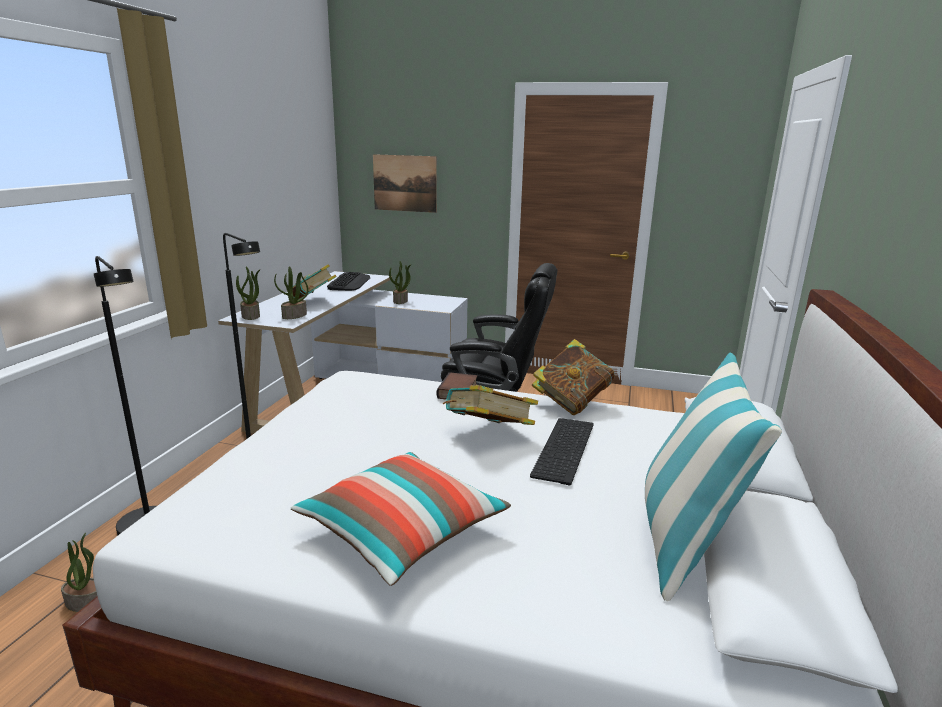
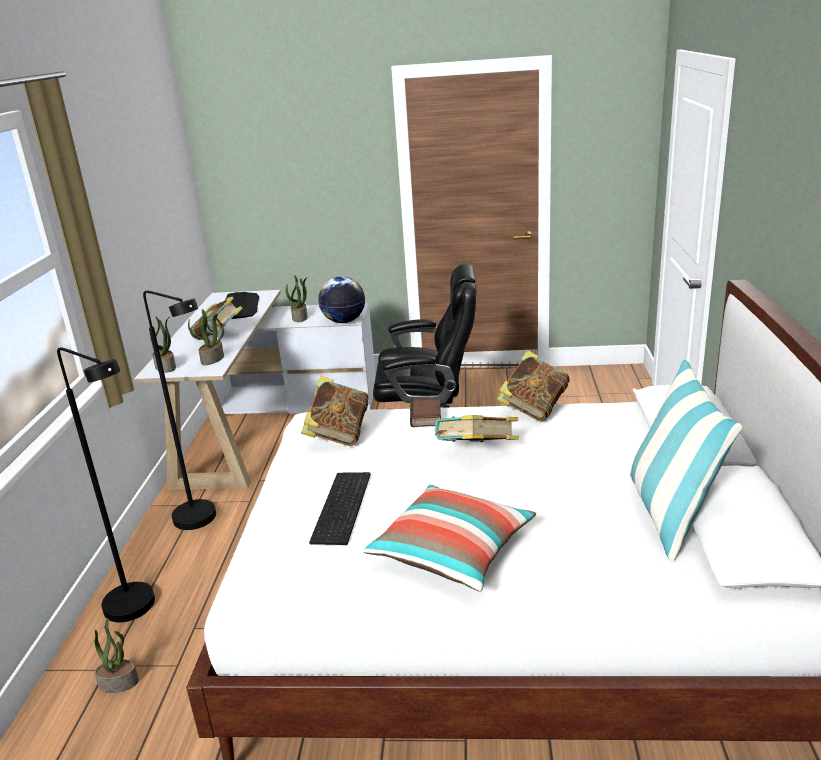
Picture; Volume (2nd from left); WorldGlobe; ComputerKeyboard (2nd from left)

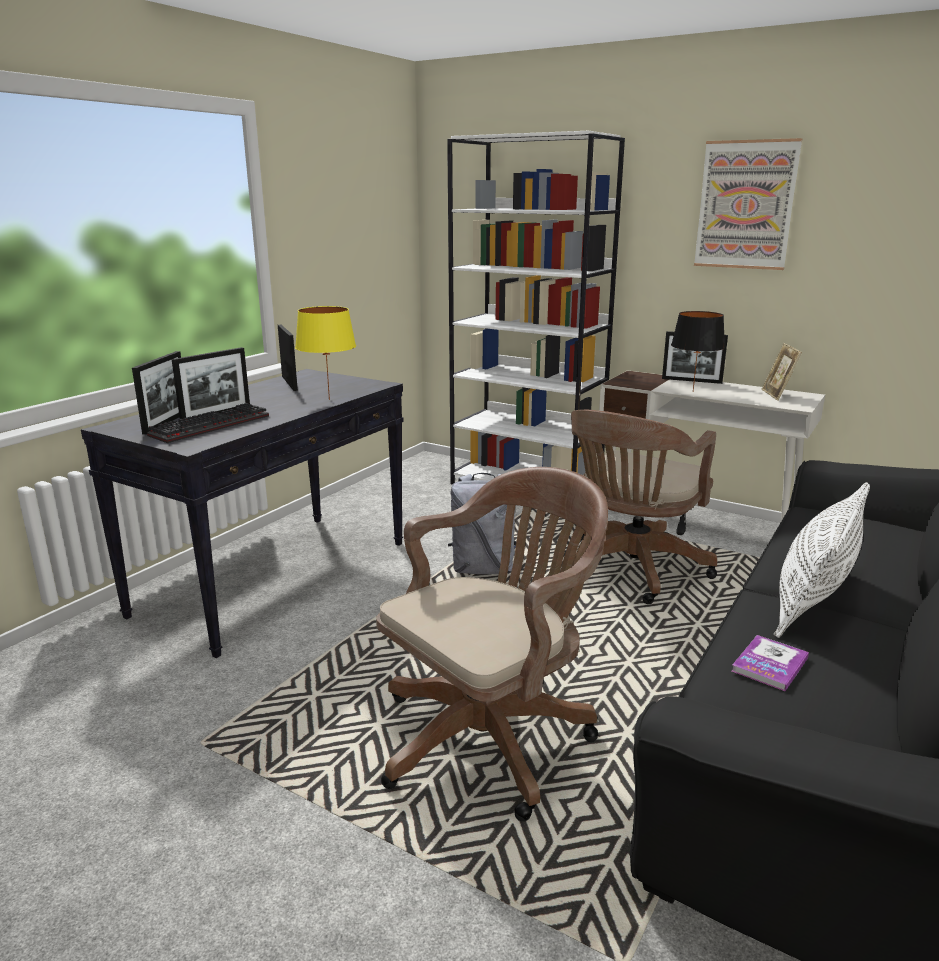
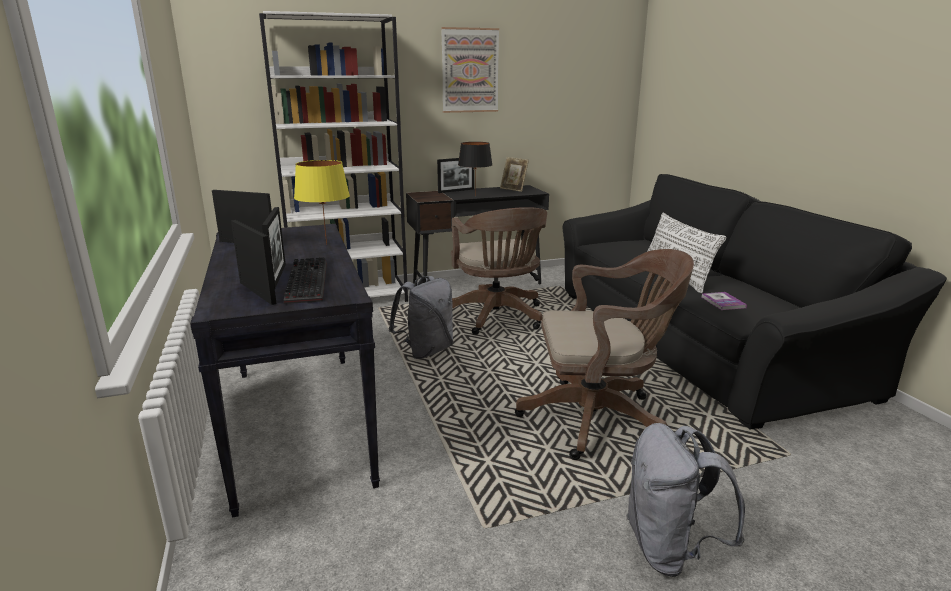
GrayKnapsack (2nd from left); BlackColouredDeskUnit; BrownColouredOfficeChair (2nd from left)

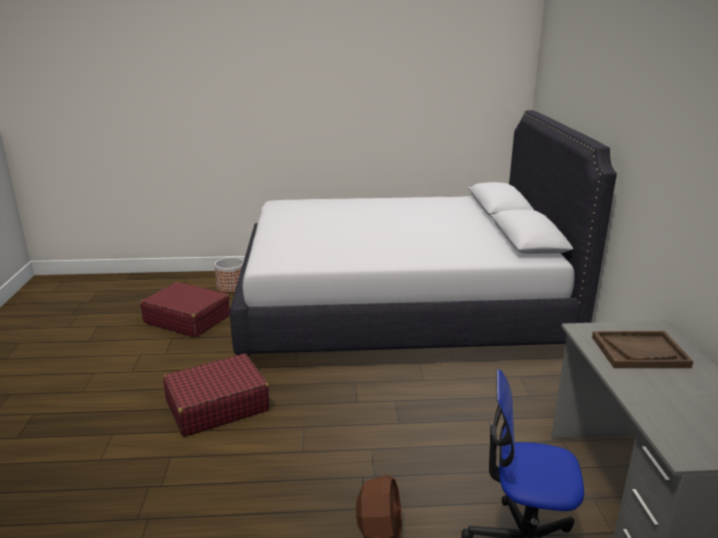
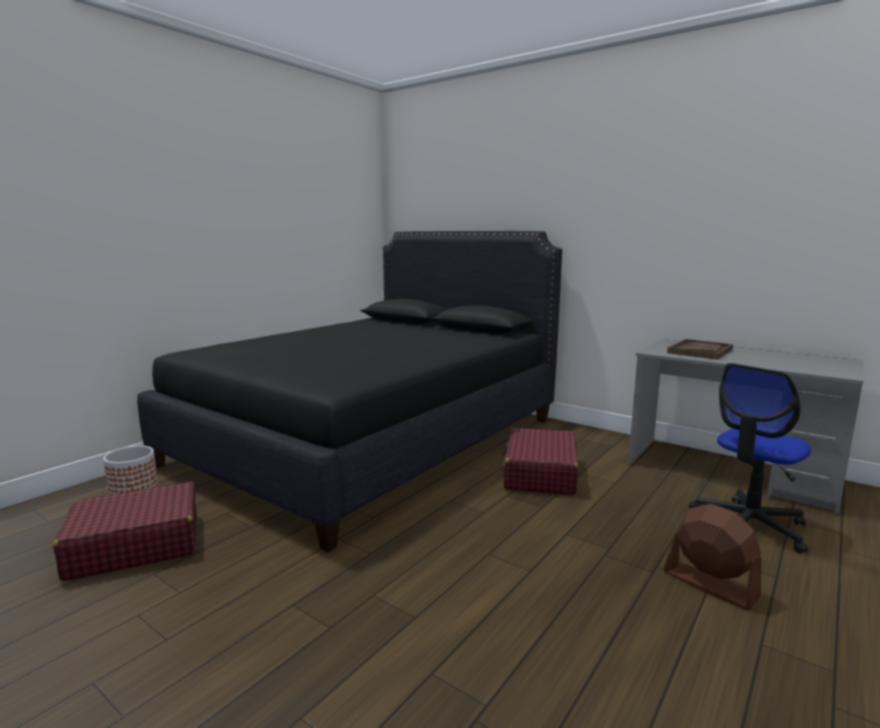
ReddishPieceOfLuggage (2nd from left); BlackColouredBedroomBed

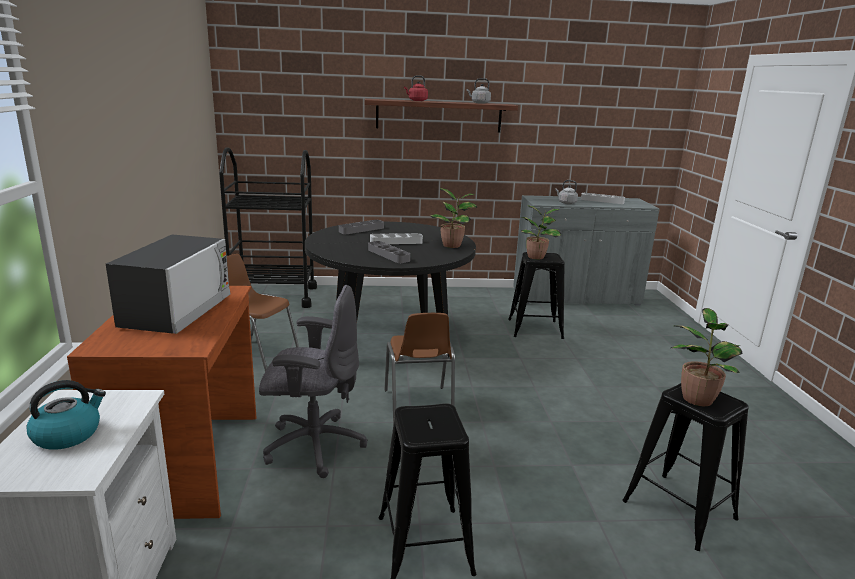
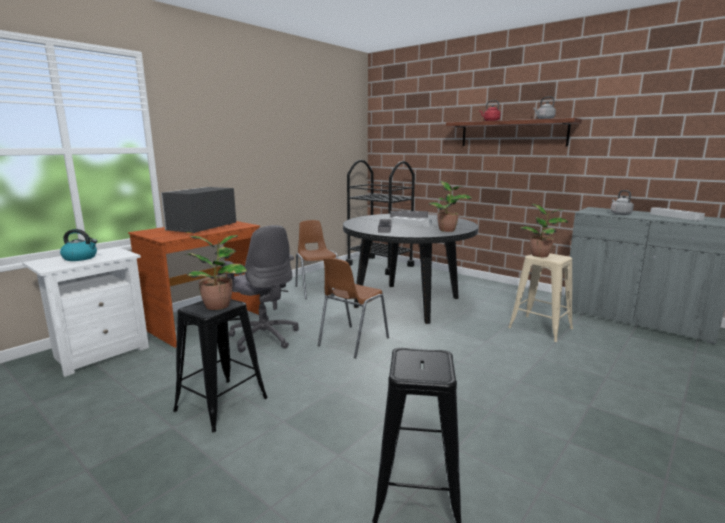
PottedPlant (1st from left); BeigeStoolSeat; KitchenMicrowave

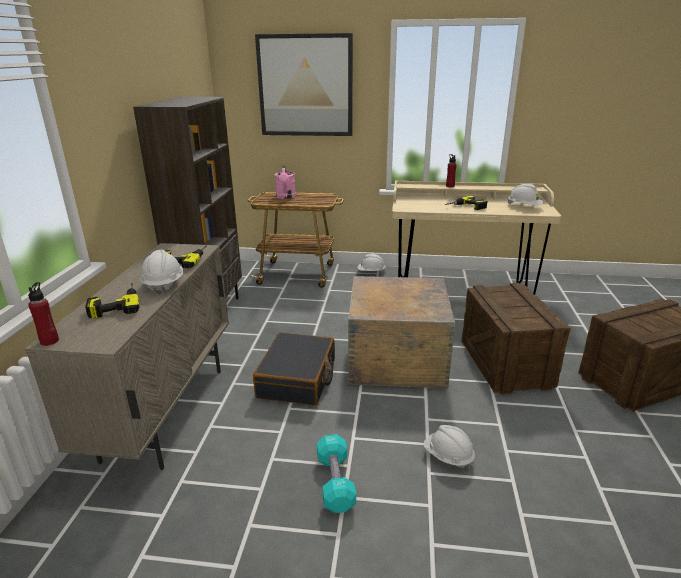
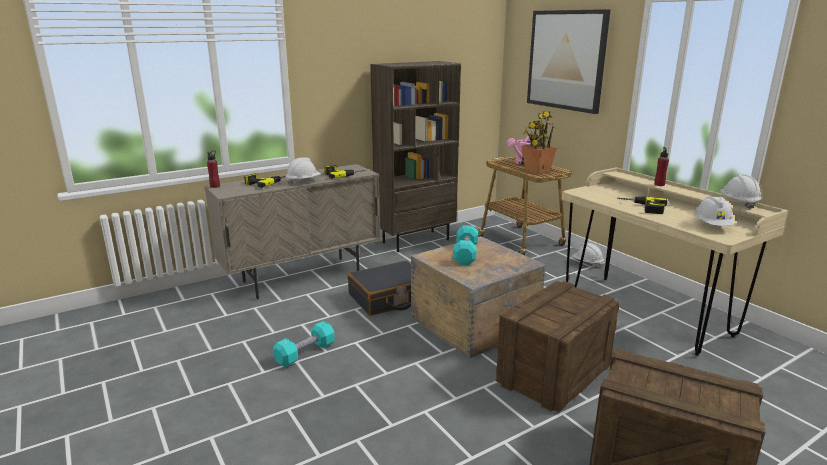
TurquoiseColouredDumbbell (2nd from left); PottedPlant; WhiteColouredSafetyHelmet (4th from left)

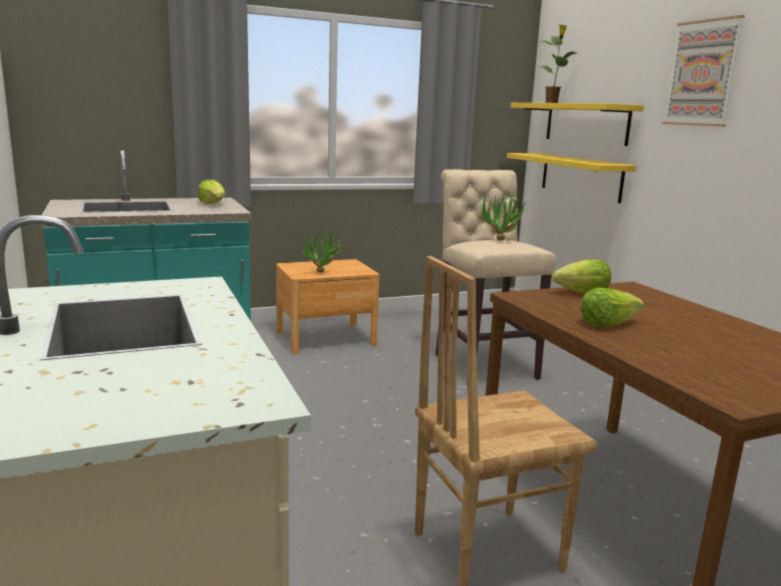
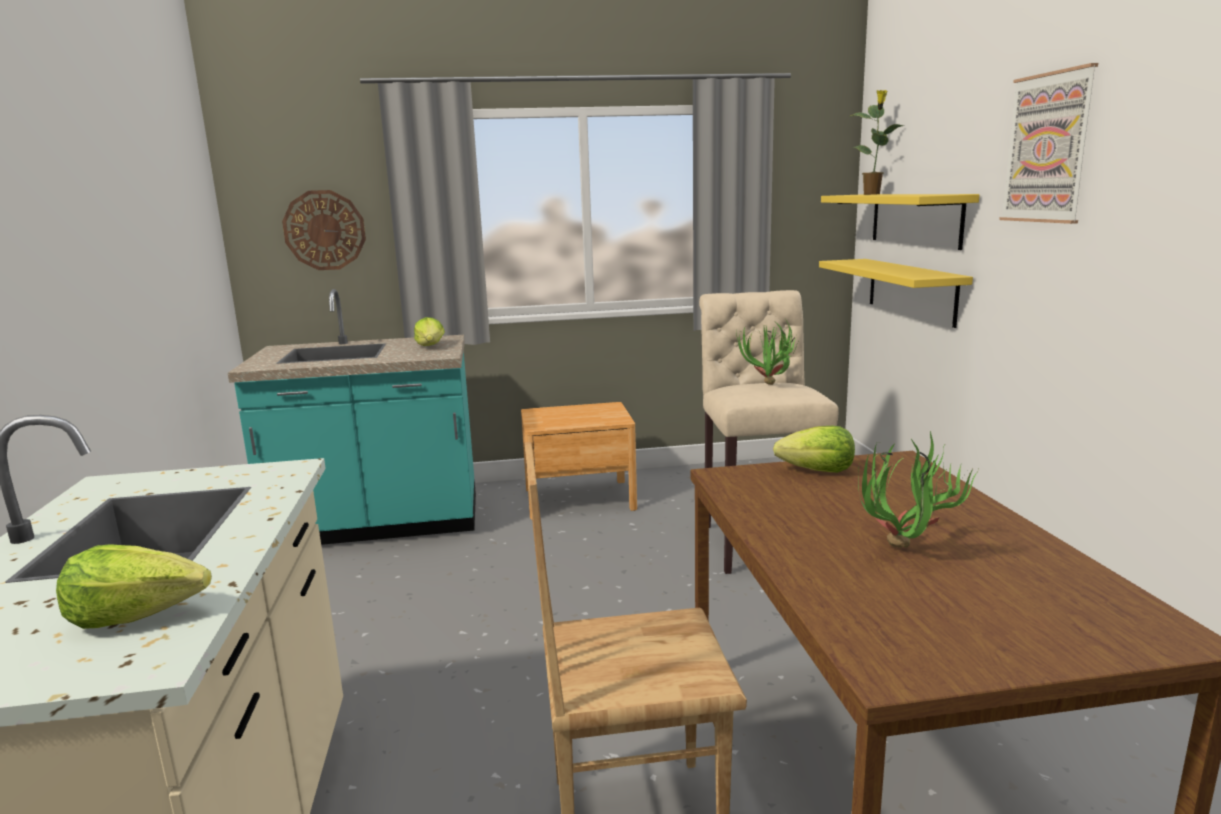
WallClock; PottedPlant (3rd from left); HeadOfLettuce (1st from left)

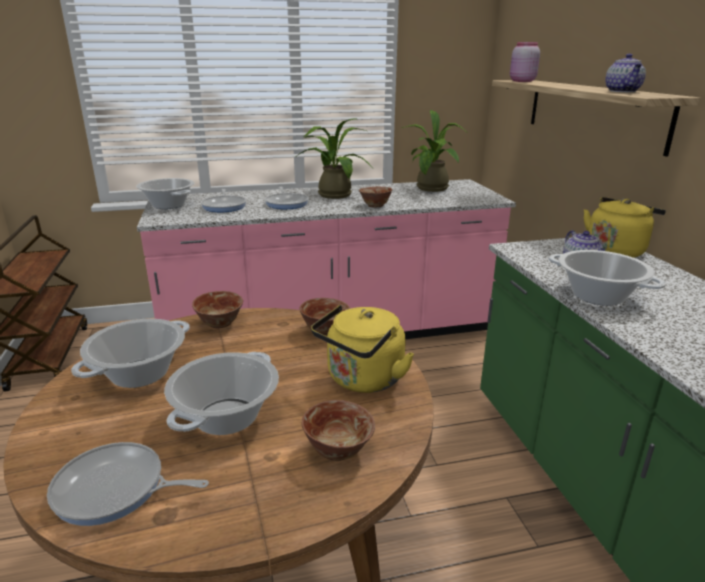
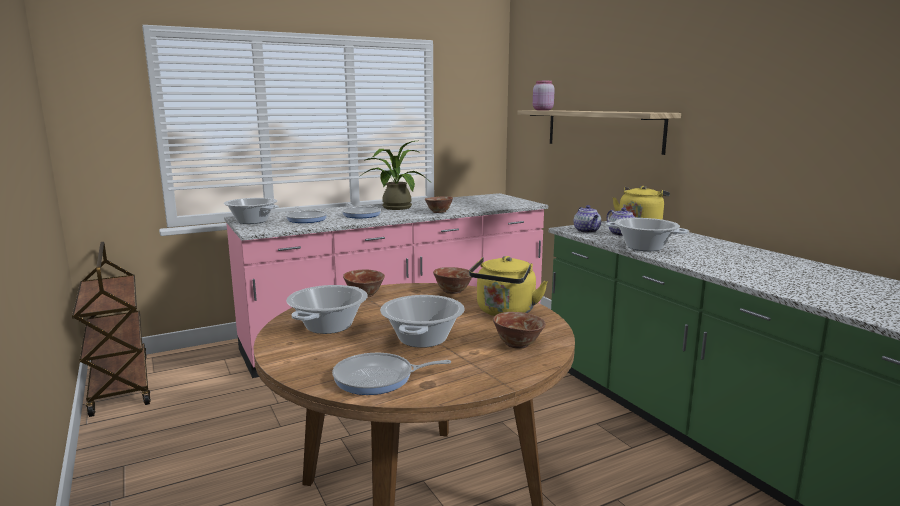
PottedPlant (2nd from left in the first image); TeaPot (1st from left)

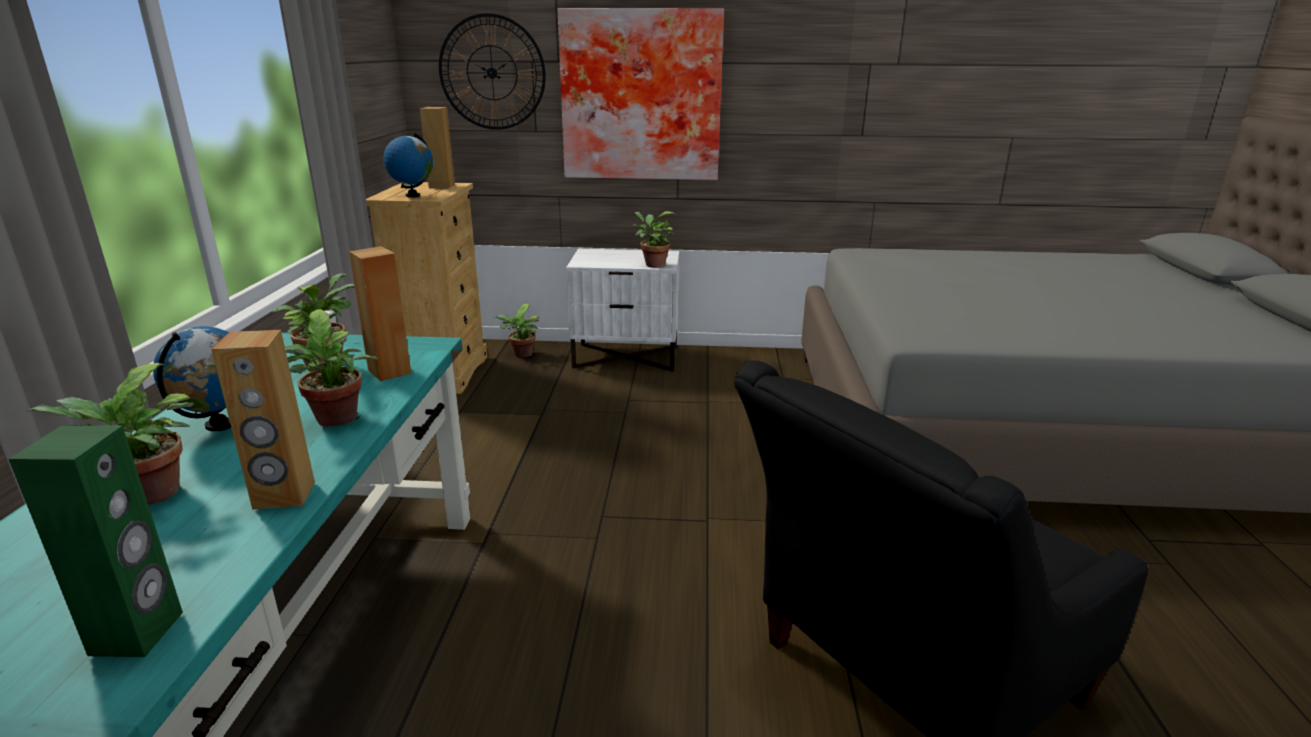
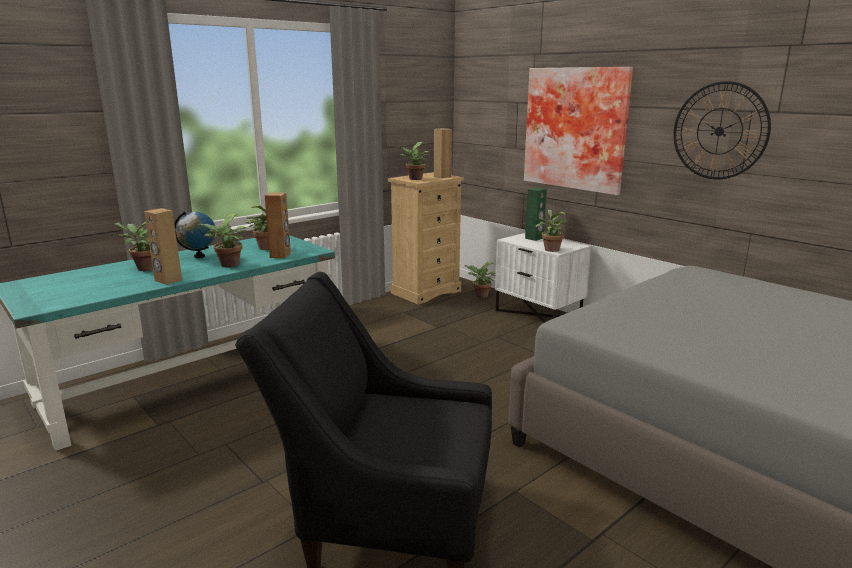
GreenishAudioSpeaker; WallClock; PottedPlant (4th from left)

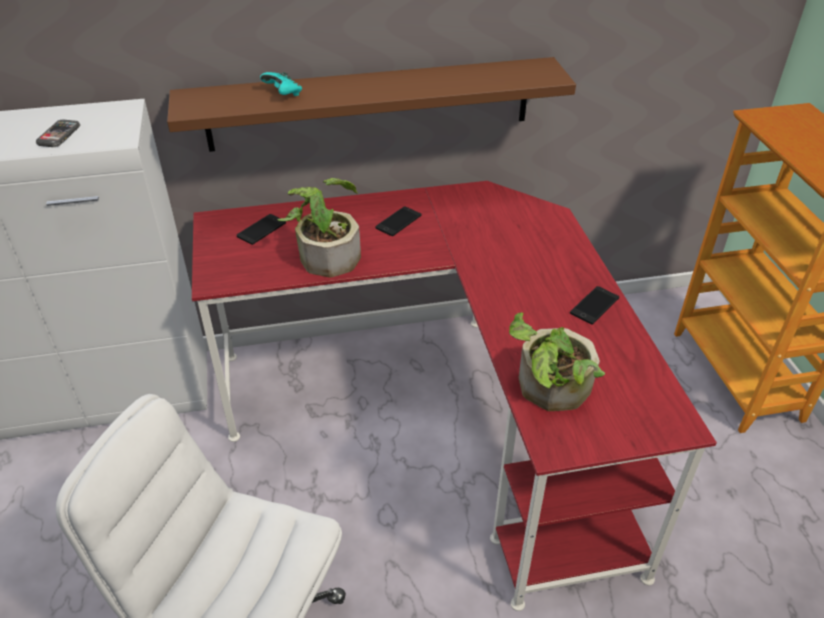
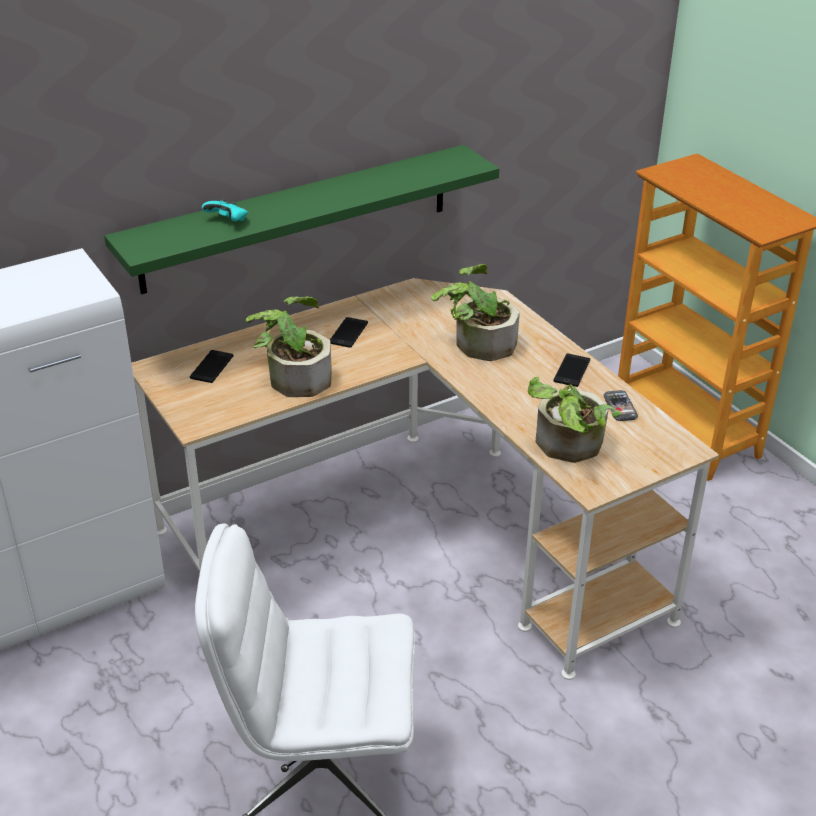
PottedPlant (2nd from left); Handset (4th from left); GreenishShelf; BeigeDeskUnit

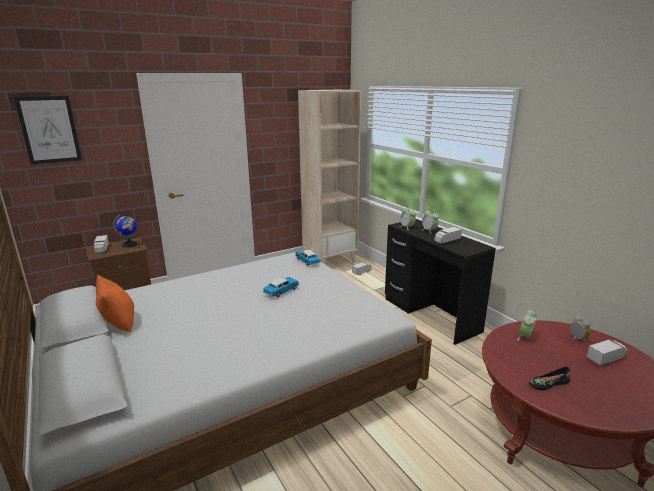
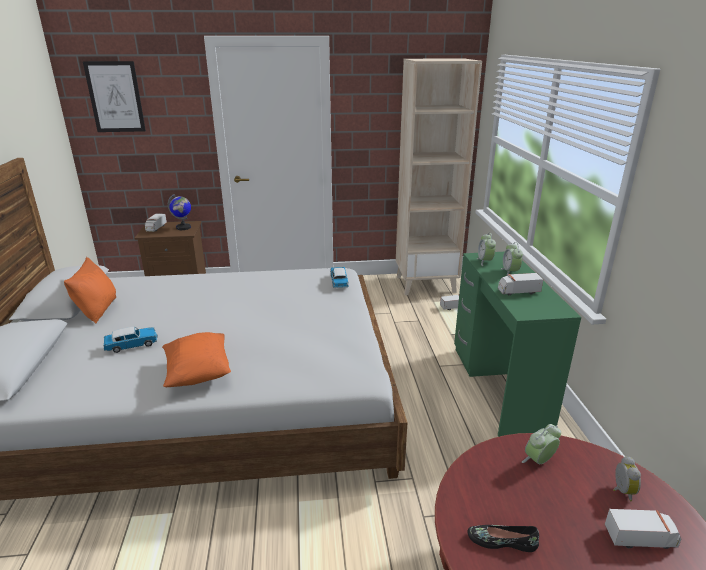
OrangeColouredPillow (2nd from left); ModelCar (1st from left); GreenishDeskUnit

